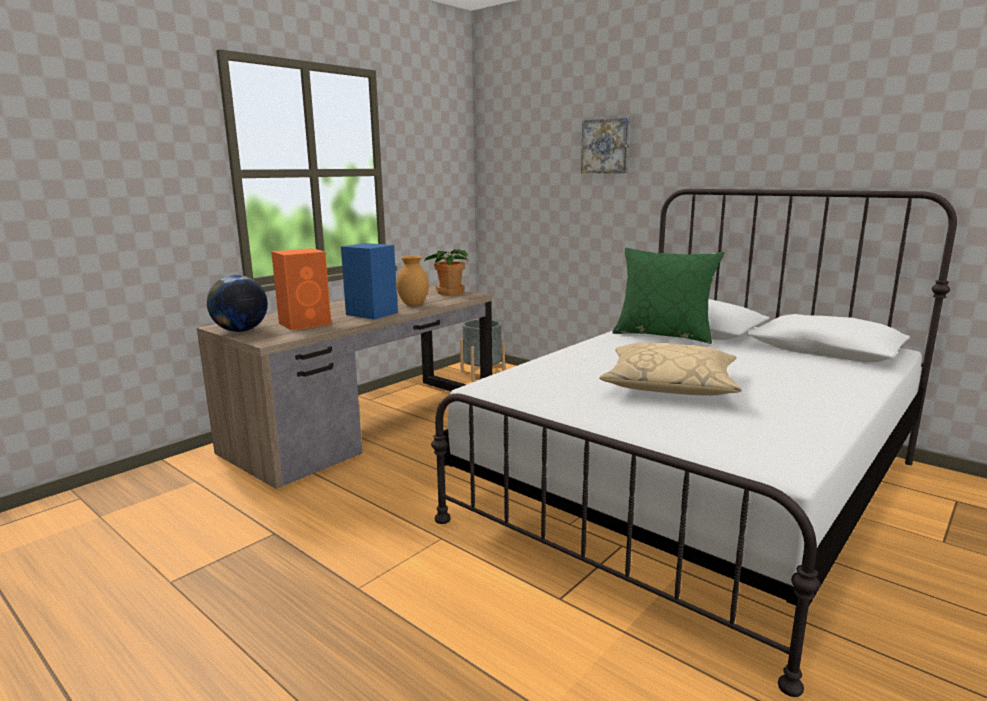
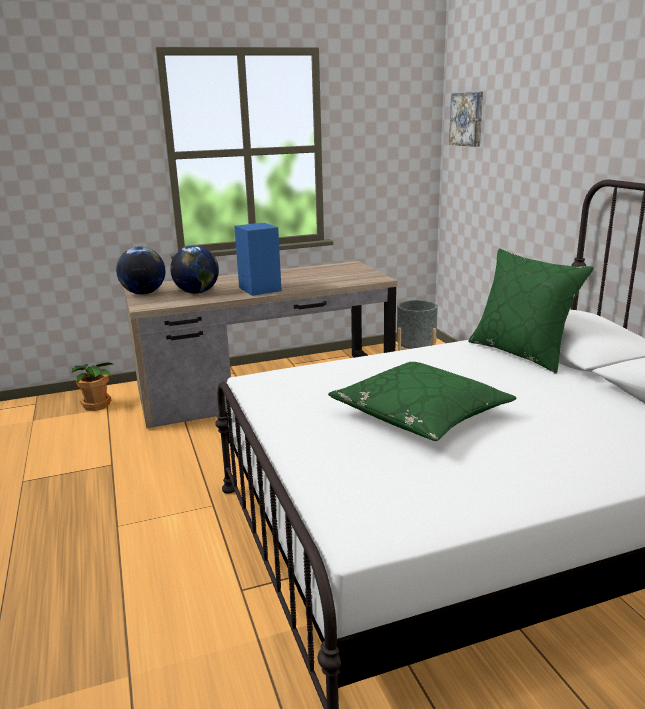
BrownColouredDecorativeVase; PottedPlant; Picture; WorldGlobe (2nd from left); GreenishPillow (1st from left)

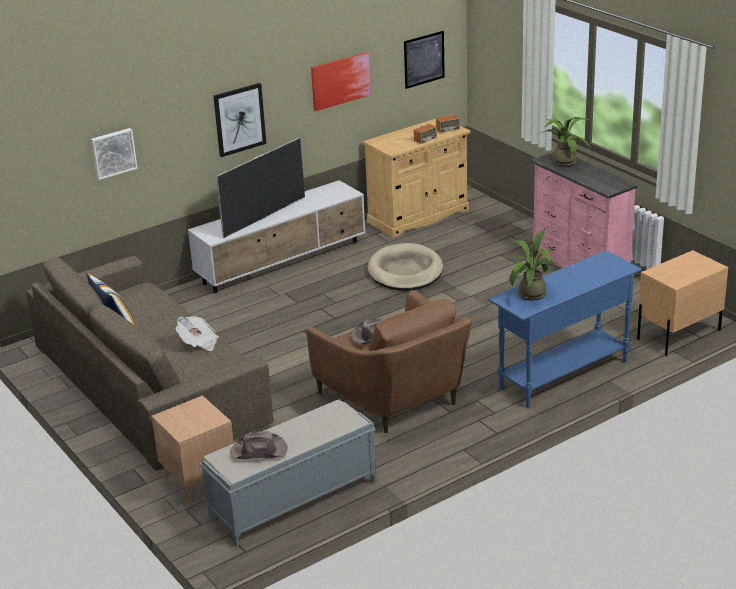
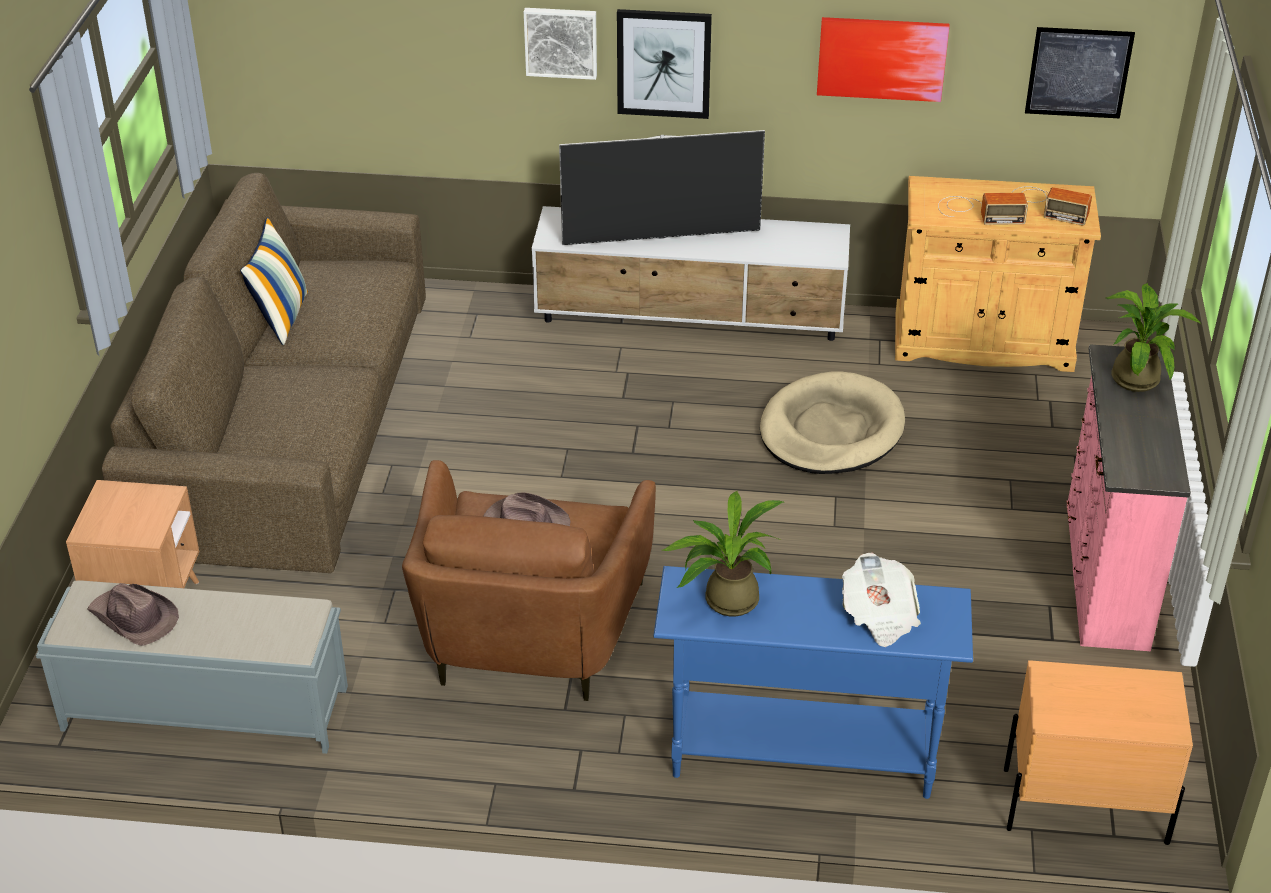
Picture (1st from left); Newspaper

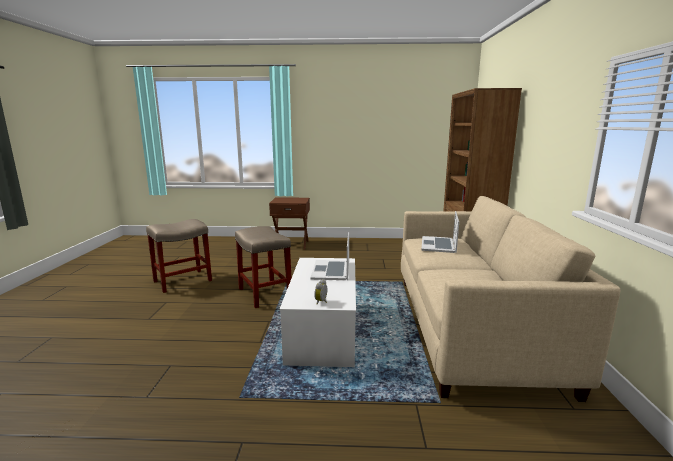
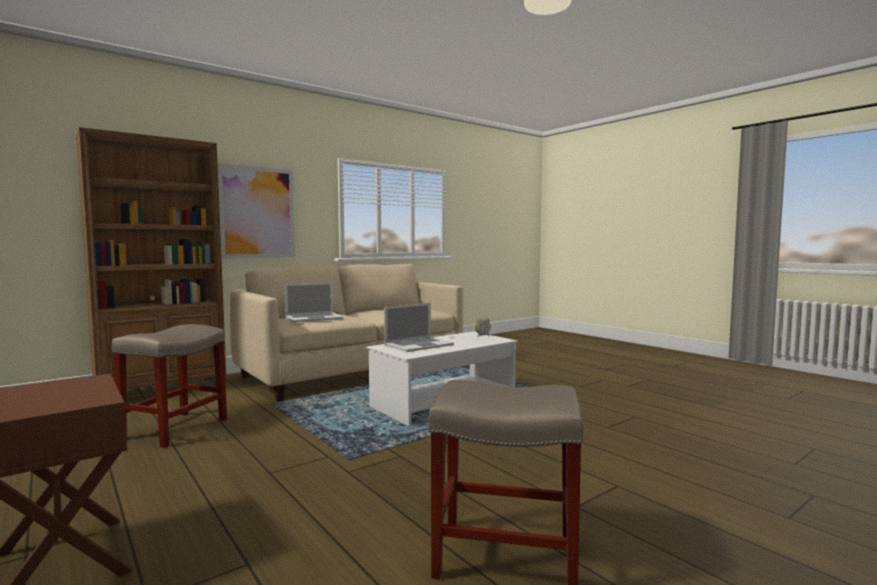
Picture; BeigeStoolSeat (1st from left)

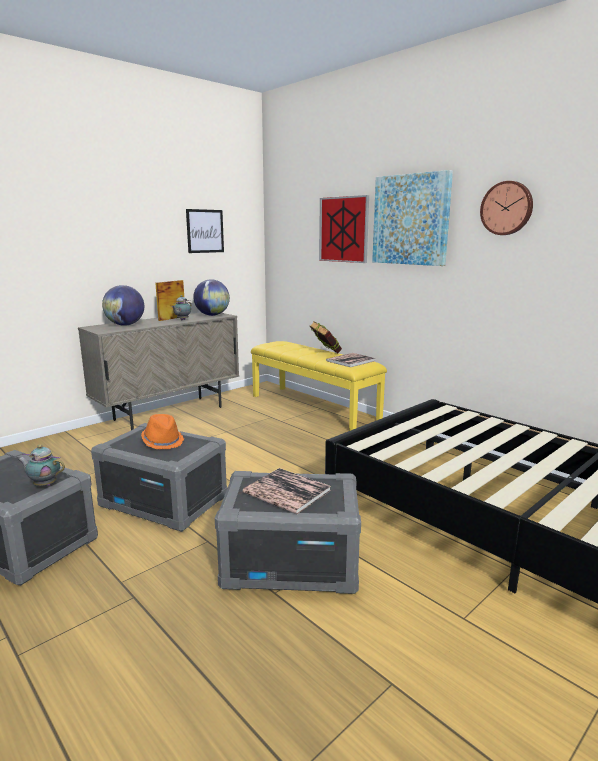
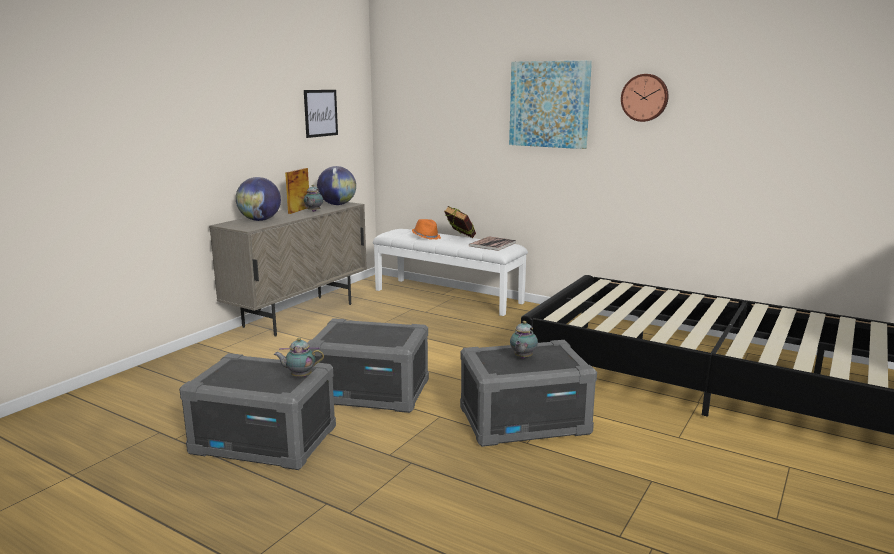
Picture (2nd from left in the first image); OrangeColouredClothingHat; TeaPot (3rd from left); WhiteColouredLongSeat

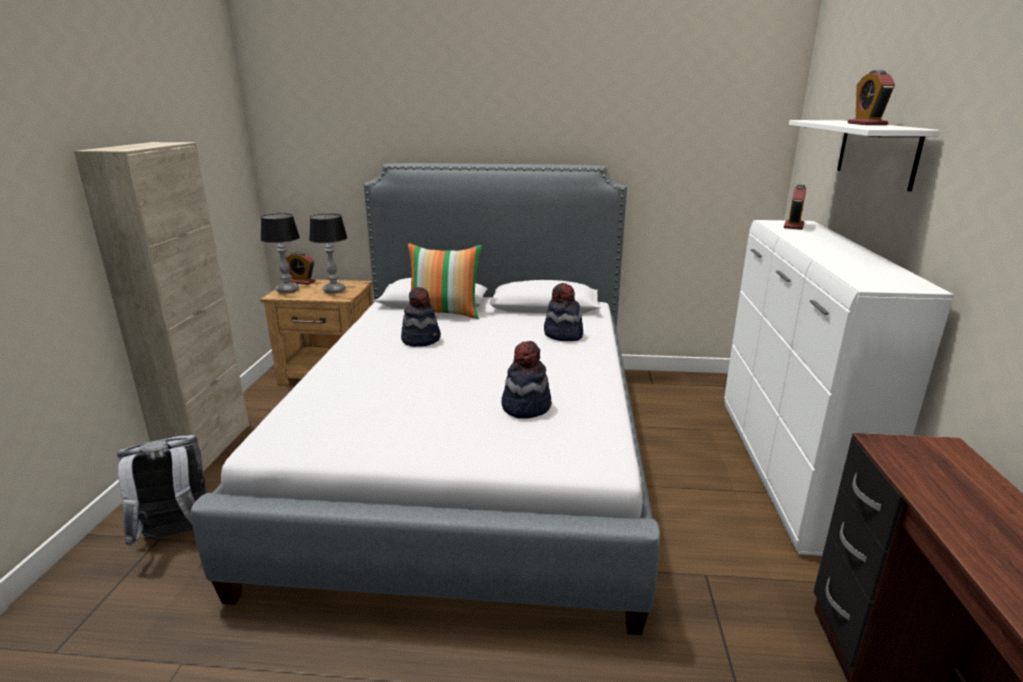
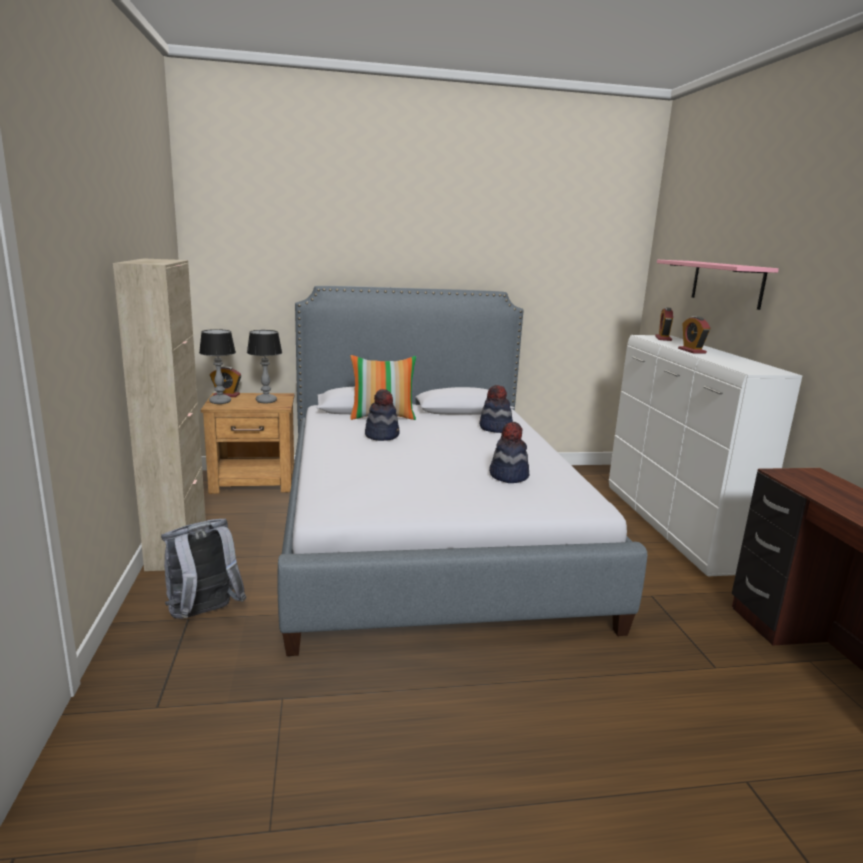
BedsideClock (3rd from left); PinkishShelf

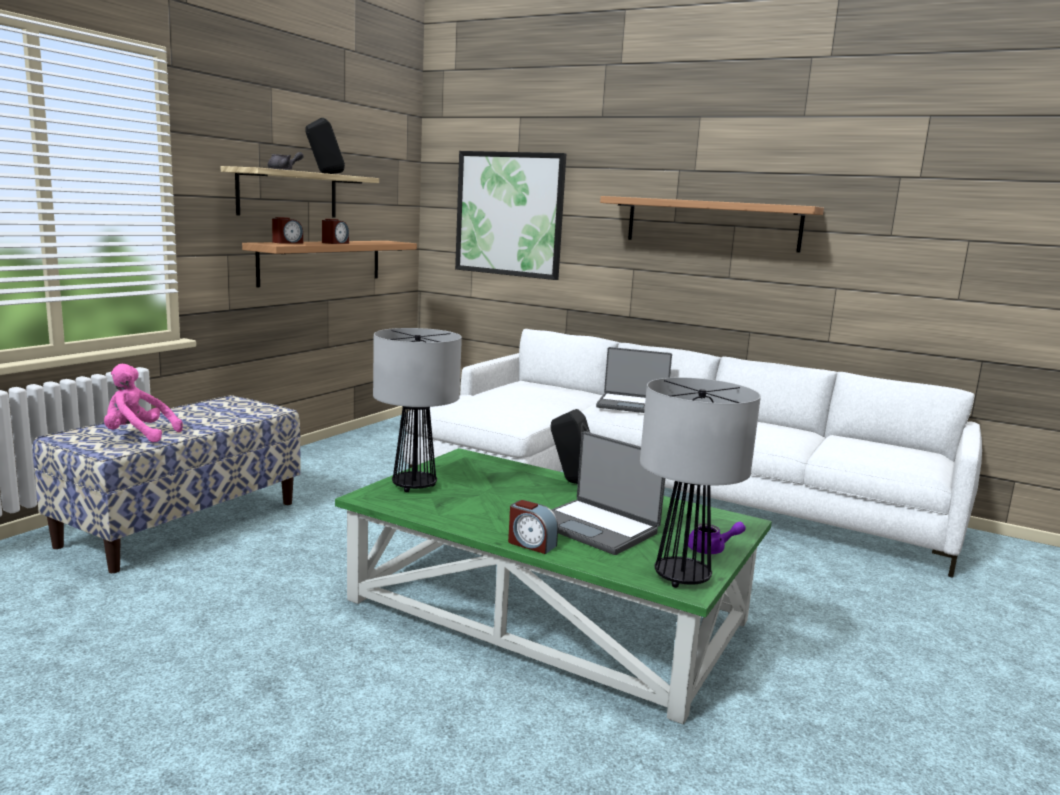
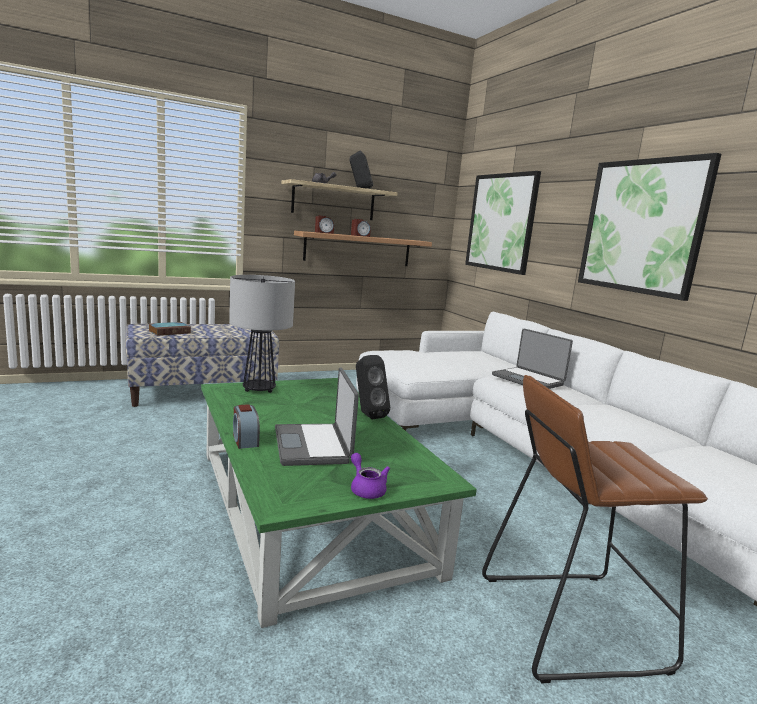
TabletopLamp (2nd from left in the first image); BrownColouredStoolSeat; Volume; Picture (2nd from left); PurplishTeaPot

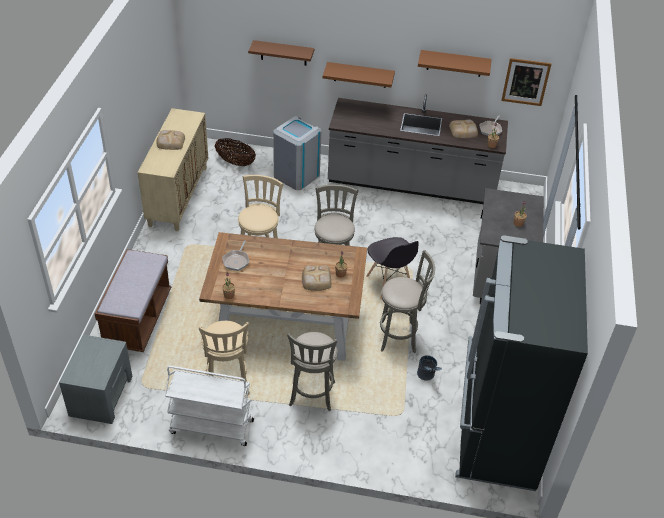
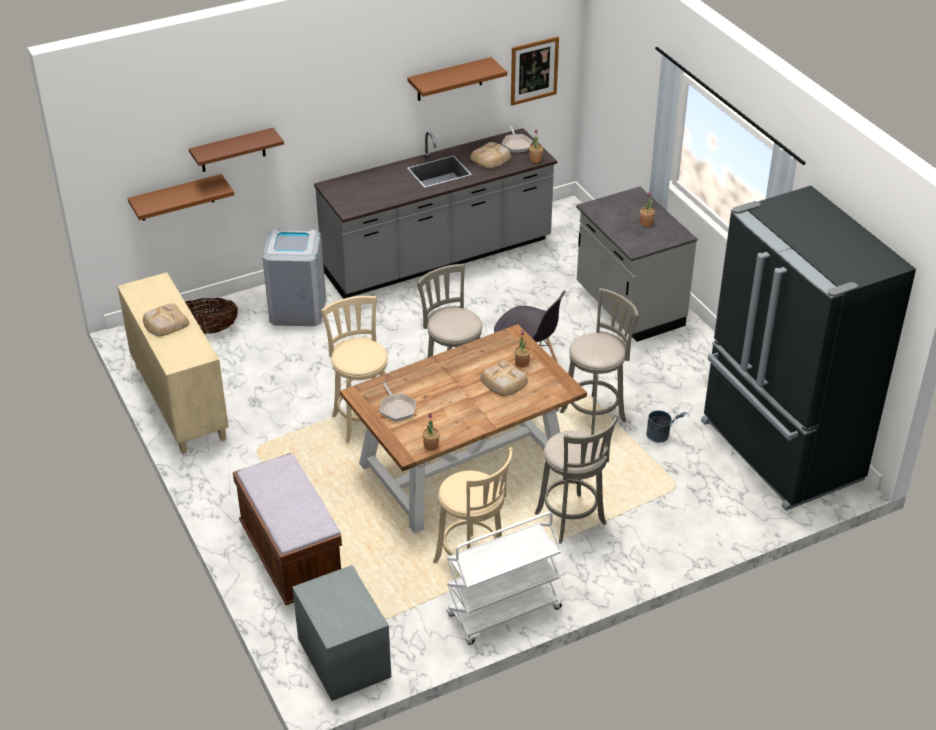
BrownColouredShelf (1st from left)

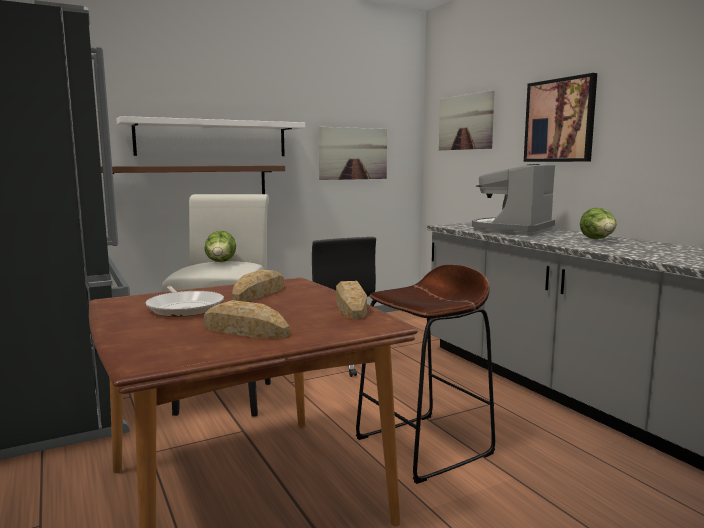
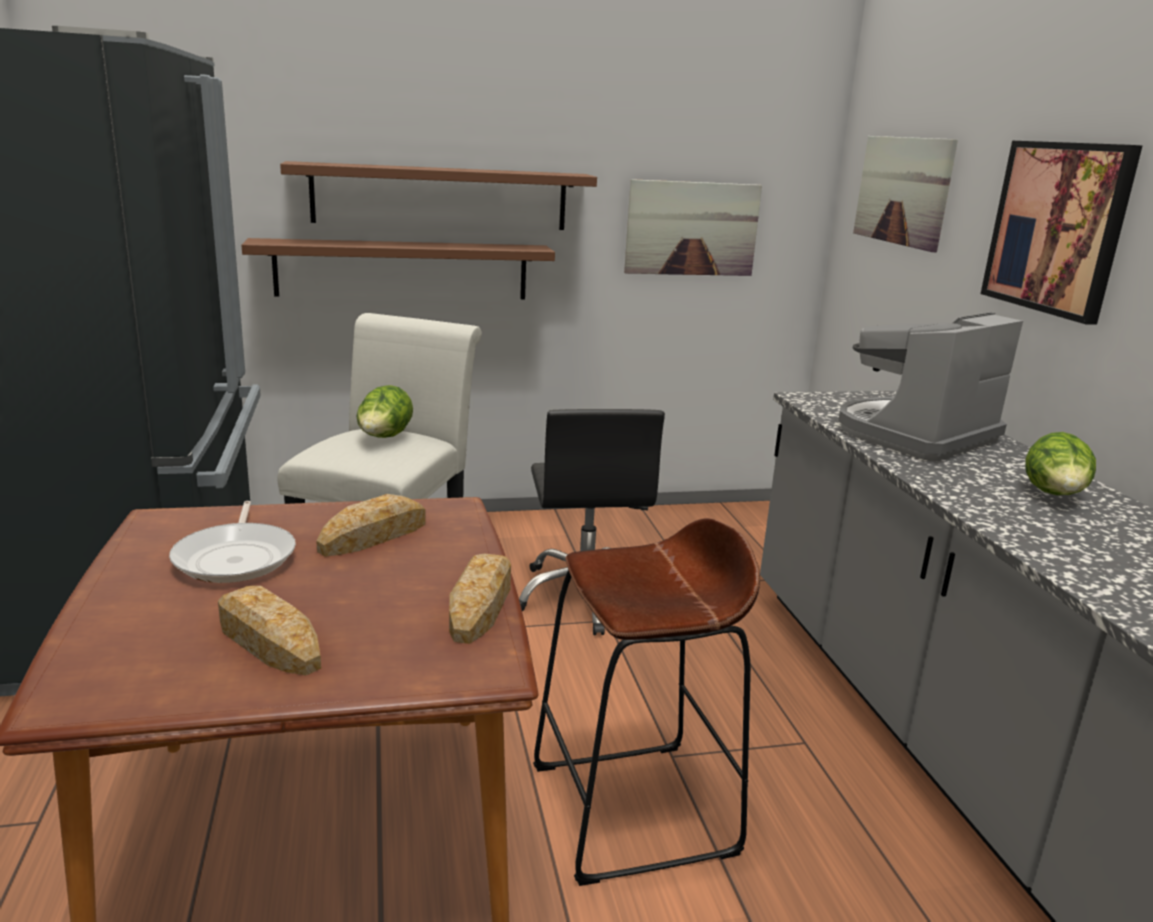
BrownColouredShelf (2nd from left)

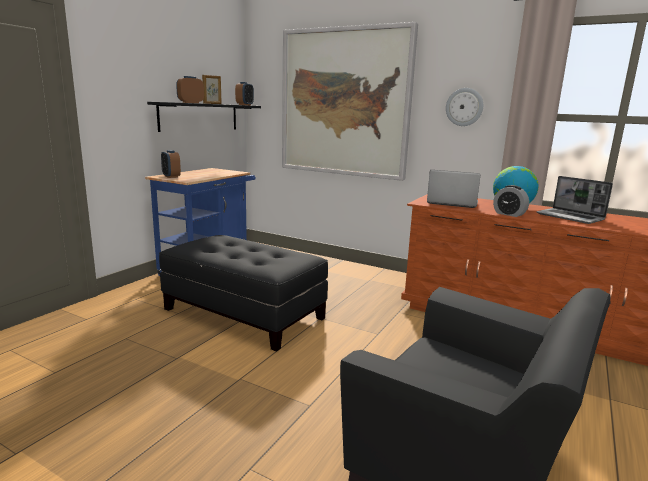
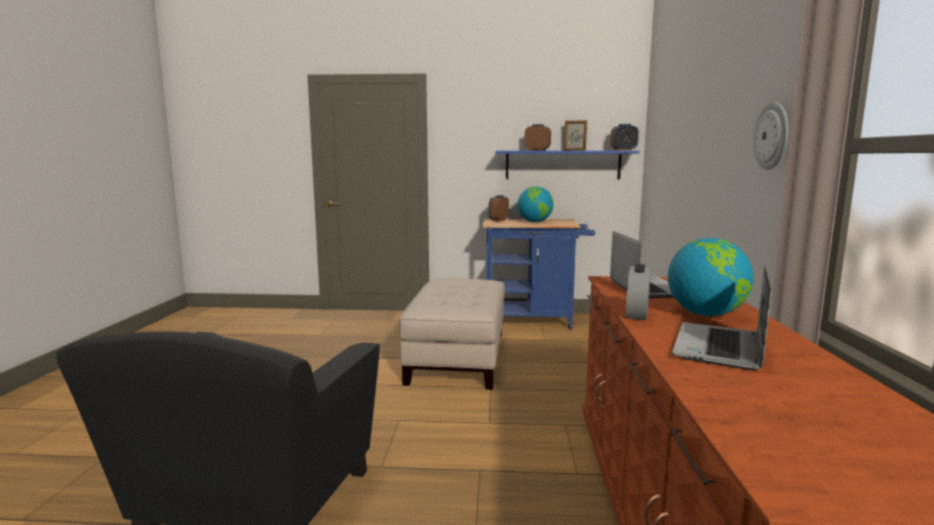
Picture; WorldGlobe (1st from left); BluishShelf; BeigeFootrest

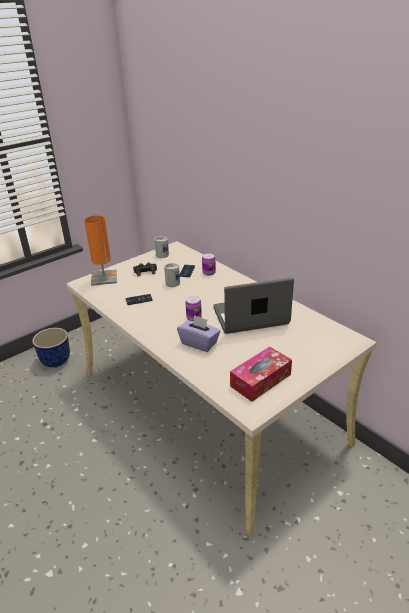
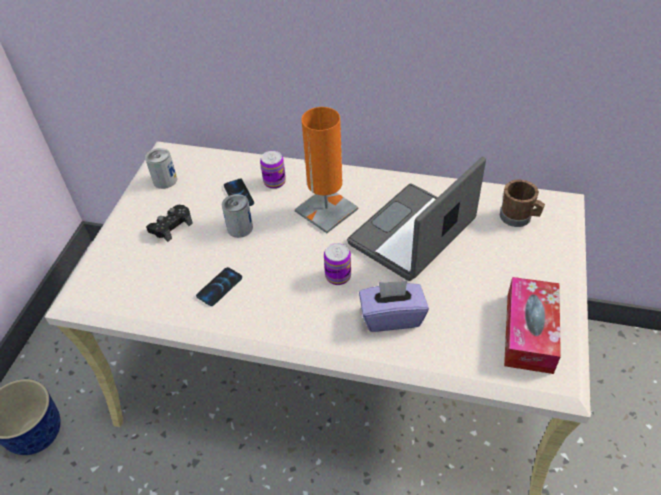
BrownColouredMug; OrangeColouredTabletopLamp

